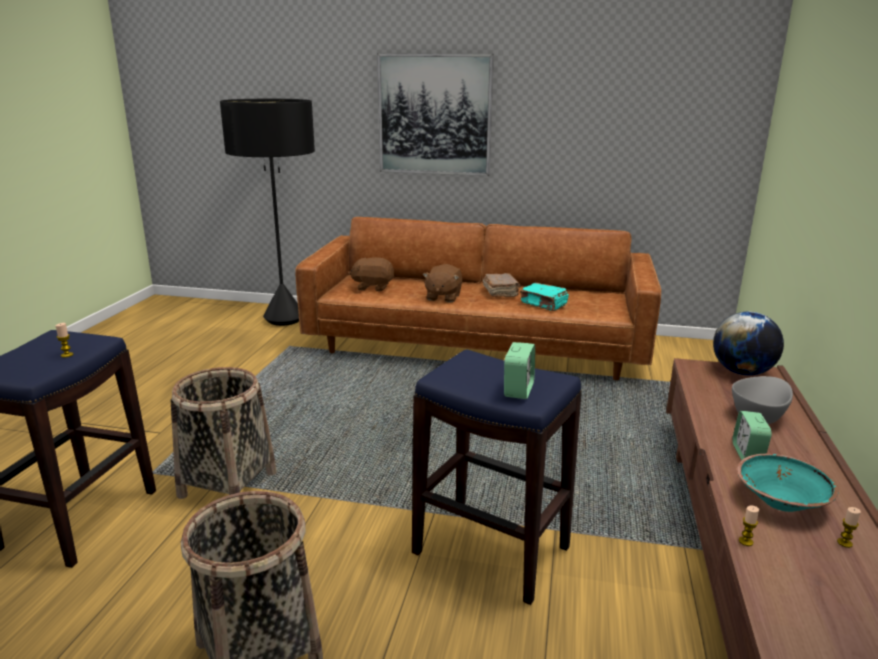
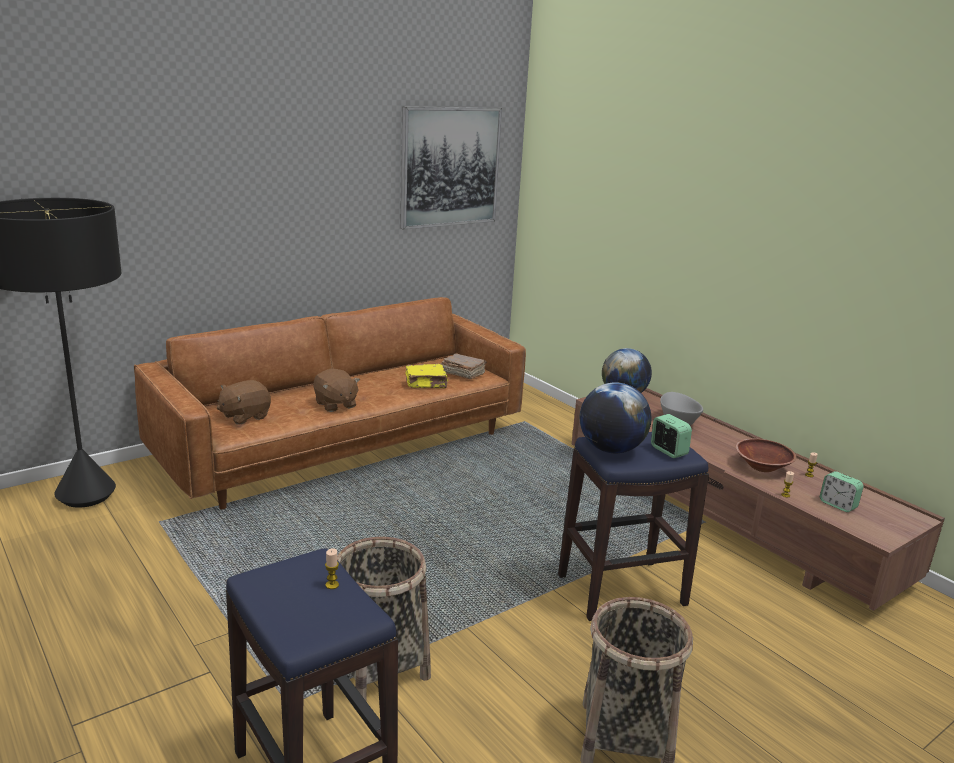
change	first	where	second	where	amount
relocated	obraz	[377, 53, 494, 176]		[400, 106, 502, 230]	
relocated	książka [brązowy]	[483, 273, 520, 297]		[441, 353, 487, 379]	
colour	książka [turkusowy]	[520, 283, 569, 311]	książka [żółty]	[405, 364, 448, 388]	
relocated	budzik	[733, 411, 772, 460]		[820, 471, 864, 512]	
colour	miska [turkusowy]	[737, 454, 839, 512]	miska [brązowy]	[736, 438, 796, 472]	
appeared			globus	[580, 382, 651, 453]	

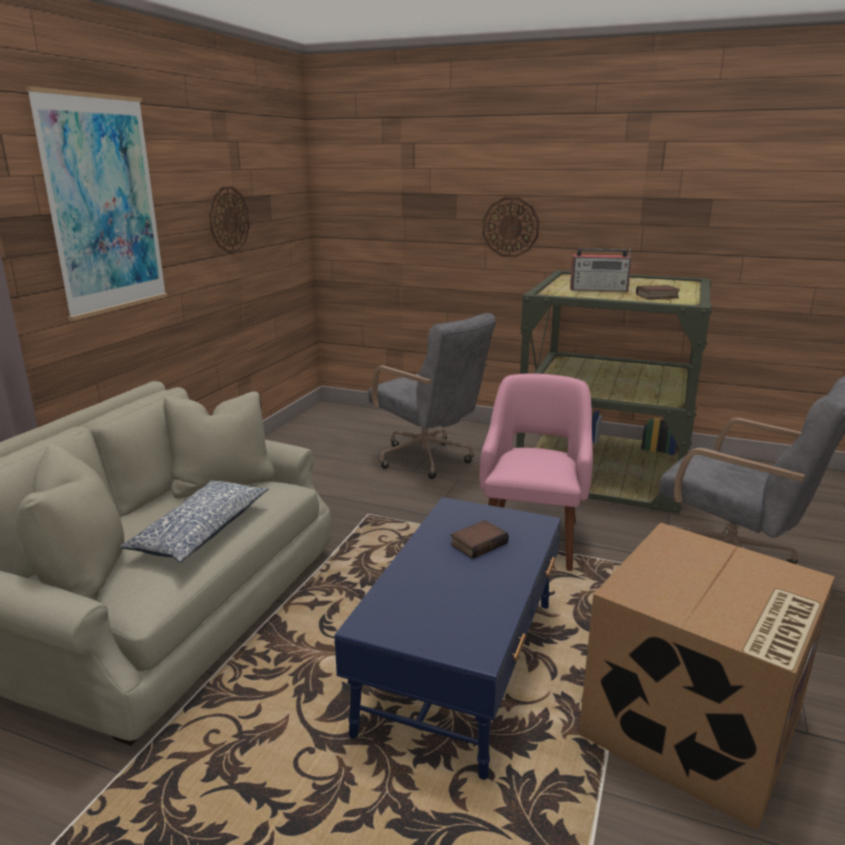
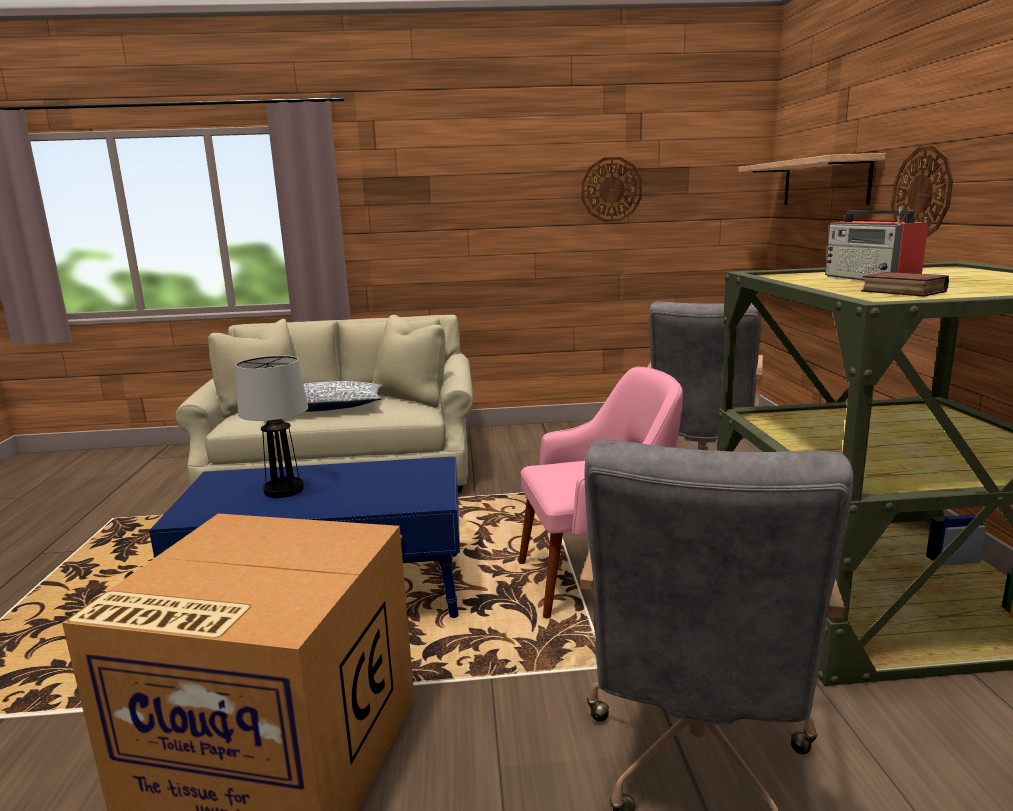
change	first	where	second	where	amount
missing	obraz	[25, 86, 168, 321]			
missing	książka	[450, 520, 509, 559]			
appeared			lampa stołowa	[235, 355, 308, 498]	
appeared			półka	[738, 153, 885, 205]	

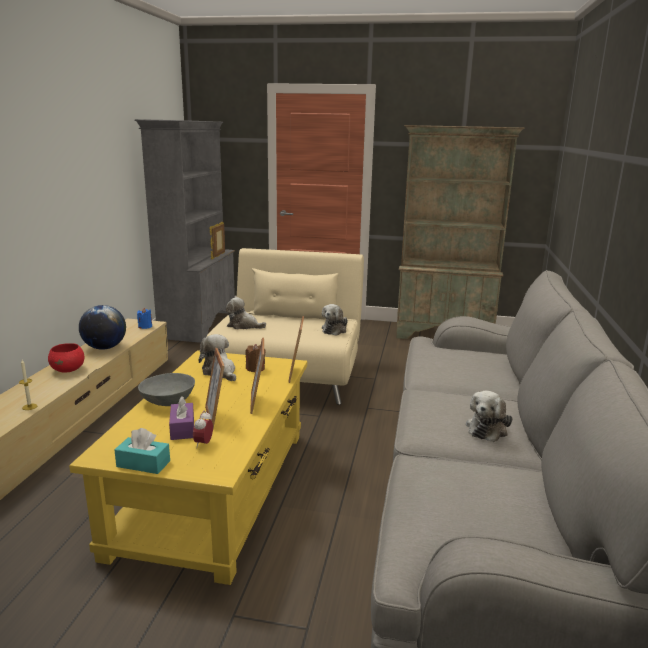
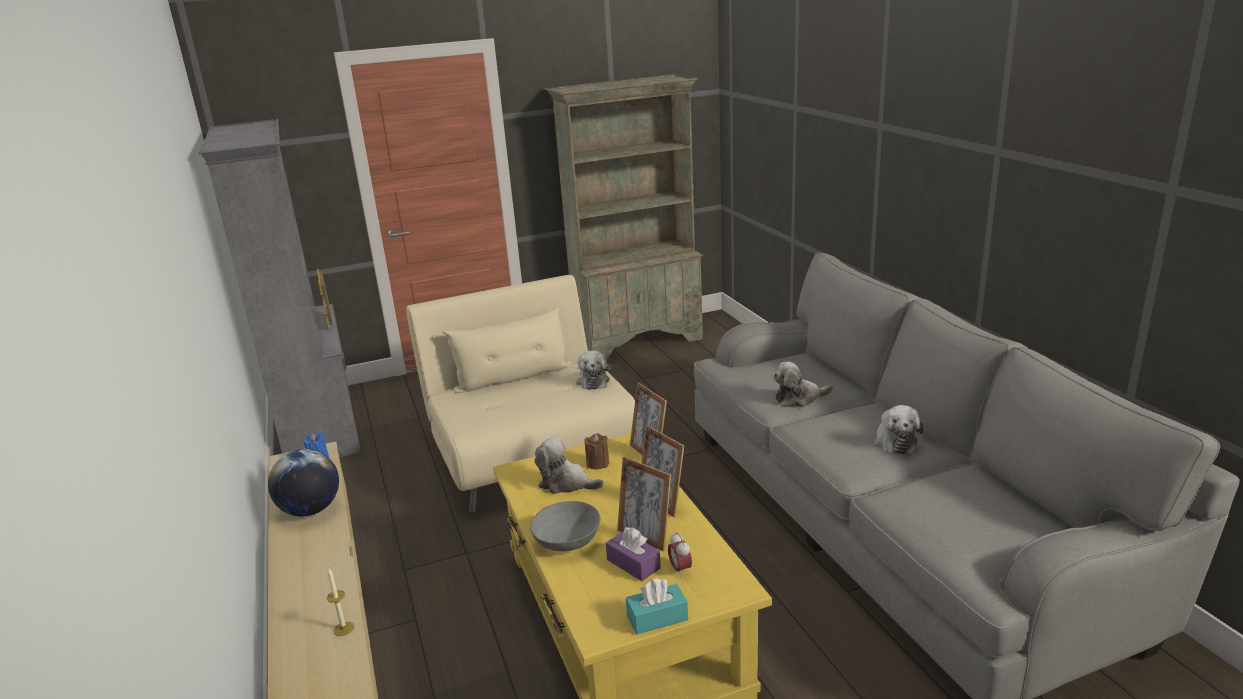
change	first	where	second	where	amount
missing	miska [czerwony]	[48, 343, 84, 373]			
relocated	pluszak	[226, 297, 266, 329]		[773, 362, 833, 407]	

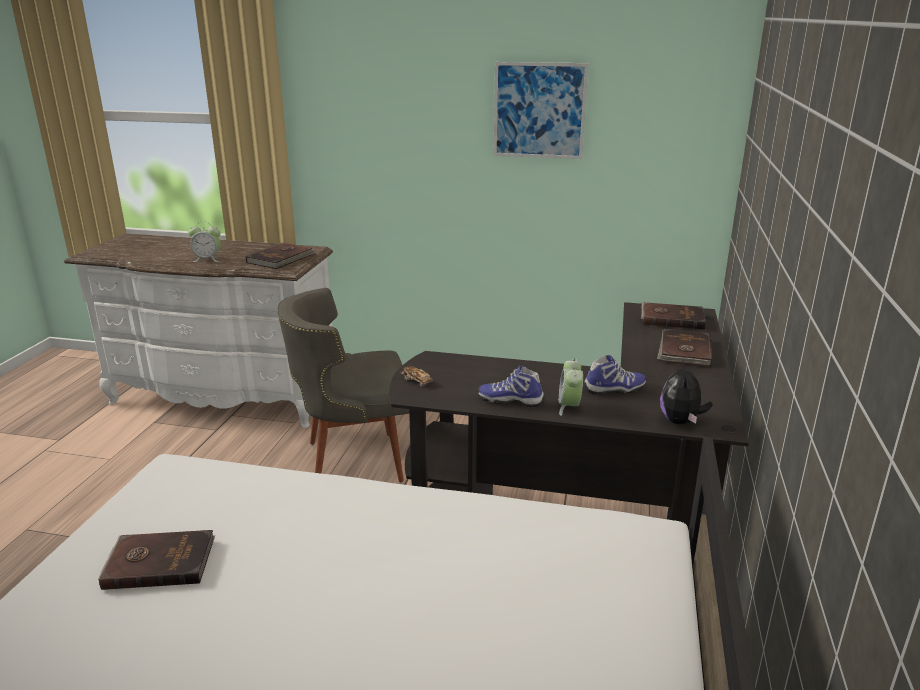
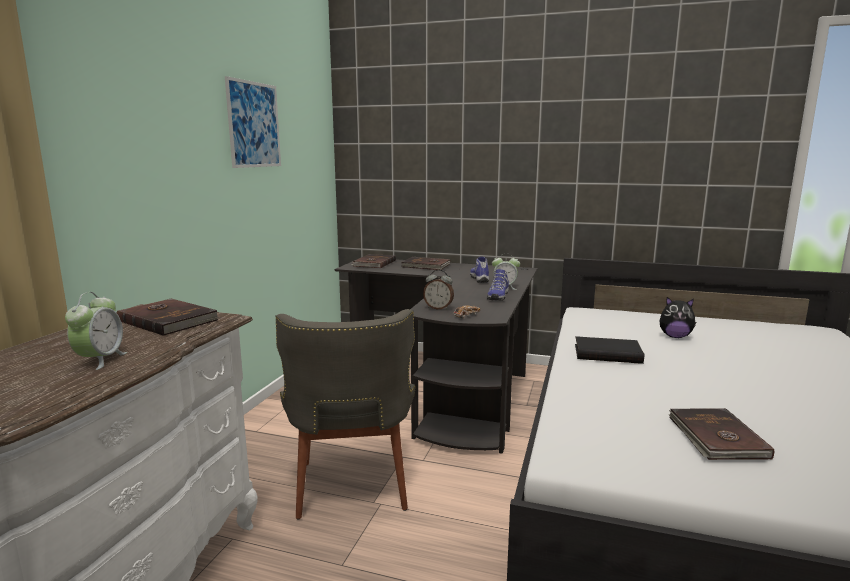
change	first	where	second	where	amount
relocated	pluszak	[660, 361, 713, 424]		[659, 297, 696, 338]	
appeared			budzik	[423, 269, 454, 310]	
appeared			książka [czarny]	[575, 336, 644, 364]	

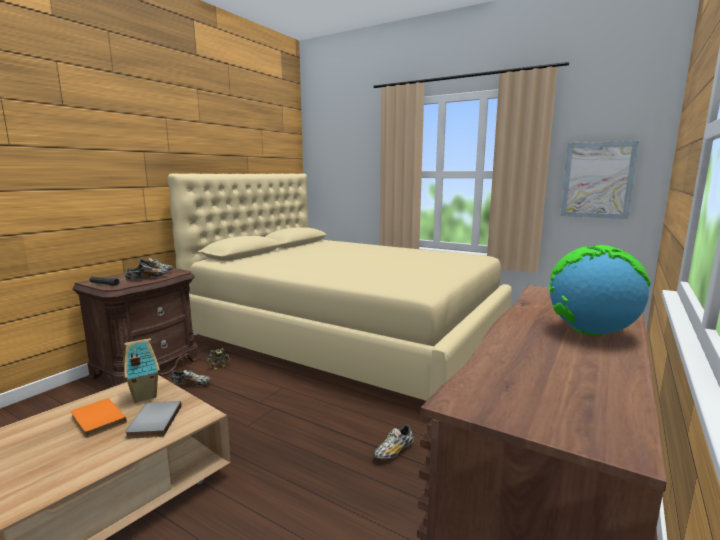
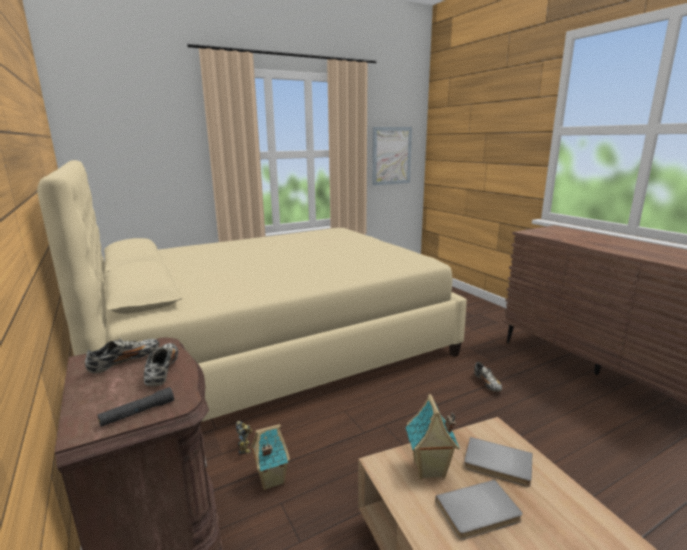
change	first	where	second	where	amount
colour	książka [pomarańczowy]	[71, 398, 127, 438]	książka [szary]	[435, 480, 523, 540]	
exchanged	but	[171, 370, 211, 386]	domek	[250, 424, 290, 490]	
missing	globus	[548, 245, 650, 336]			

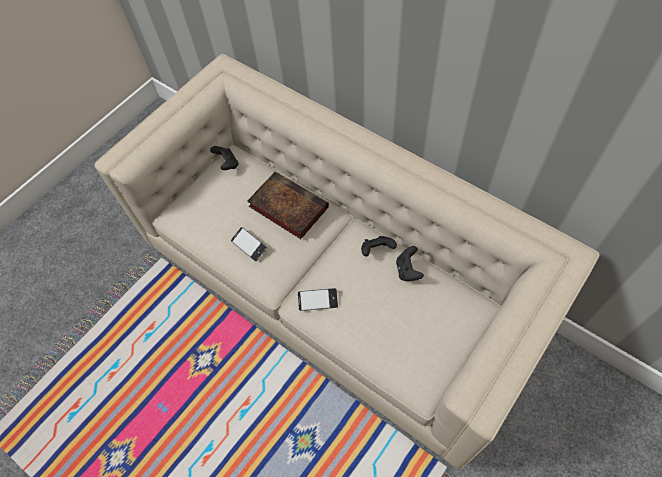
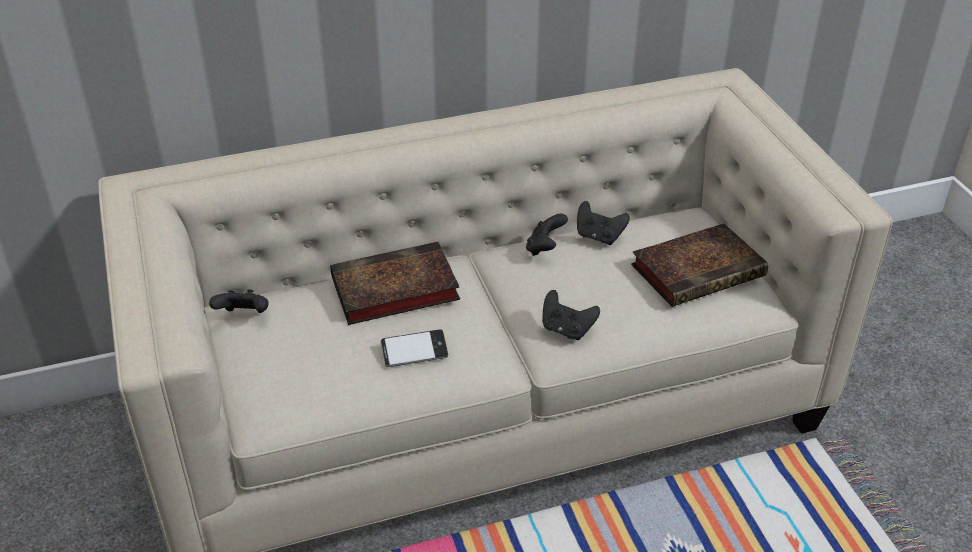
change	first	where	second	where	amount
exchanged	telefon	[298, 288, 338, 311]	pad do gier [czarny]	[542, 290, 600, 340]	
appeared			książka	[631, 224, 768, 307]	

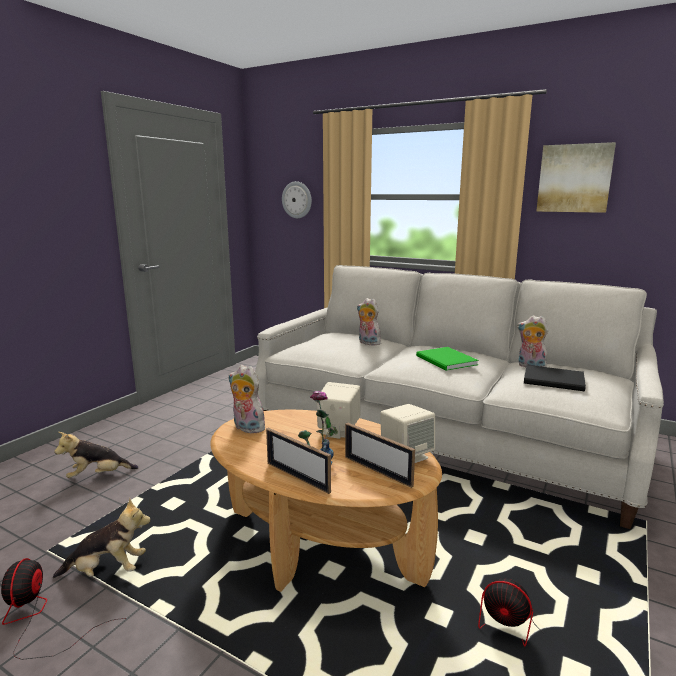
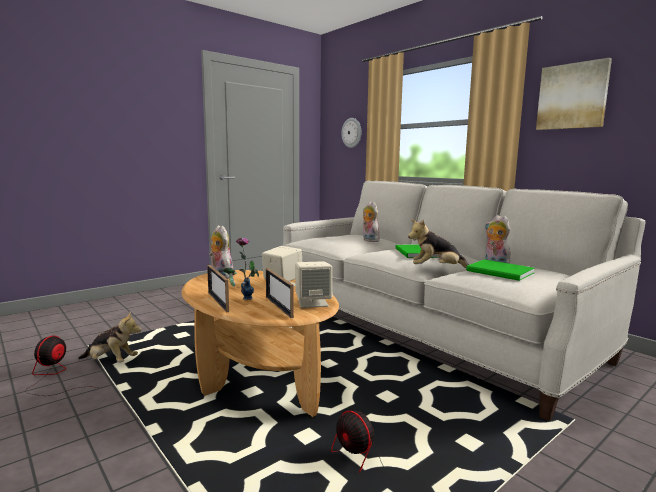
change	first	where	second	where	amount
relocated	pluszak	[54, 432, 138, 478]		[408, 219, 469, 268]	
colour	książka [czarny]	[524, 365, 586, 391]	książka [zielony]	[466, 259, 535, 281]	

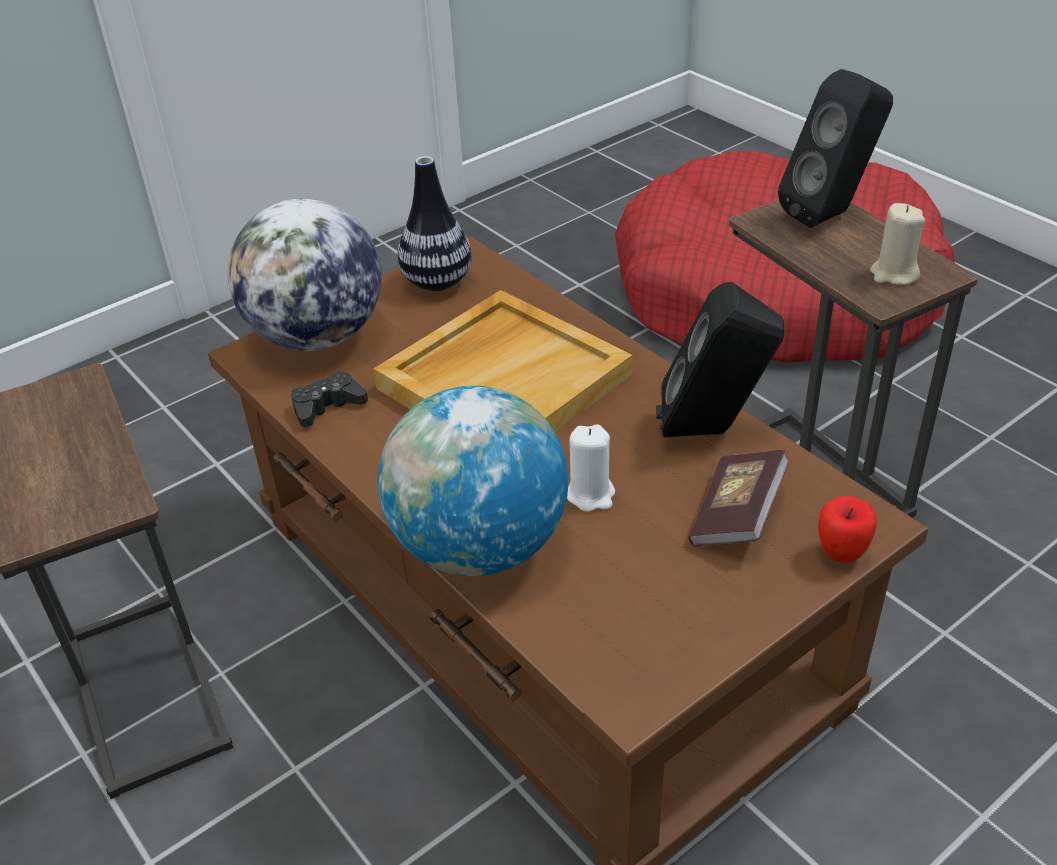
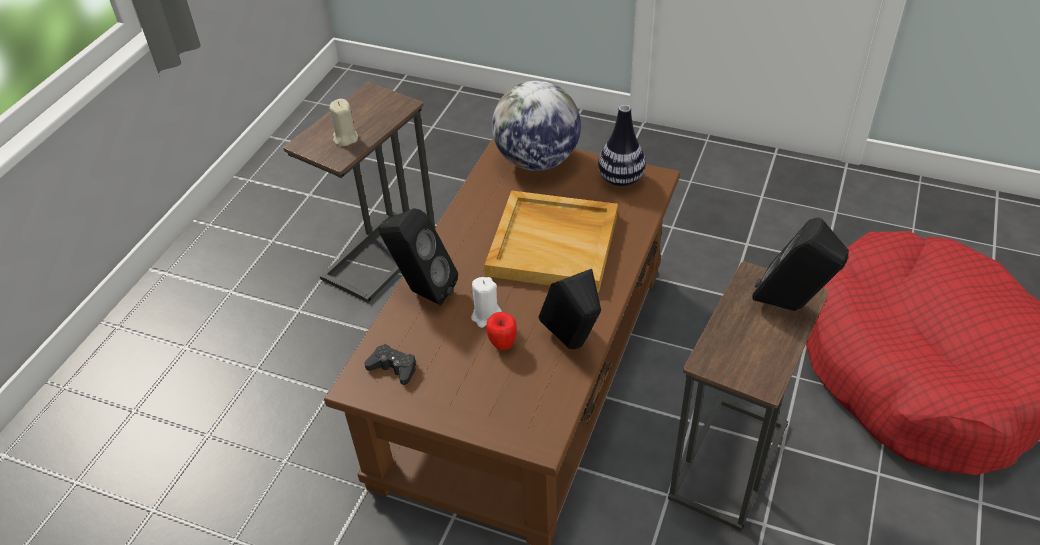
change	first	where	second	where	amount
relocated	pad do gier [czarny]	[291, 371, 368, 427]		[364, 344, 416, 385]	
exchanged	globus	[378, 386, 569, 576]	głośnik [czarny]	[379, 208, 458, 306]	
missing	książka	[688, 450, 789, 546]			
relocated	jabłko	[818, 496, 877, 563]		[486, 312, 517, 350]	
relocated	świeca [beżowy]	[870, 203, 925, 285]		[329, 99, 358, 146]	

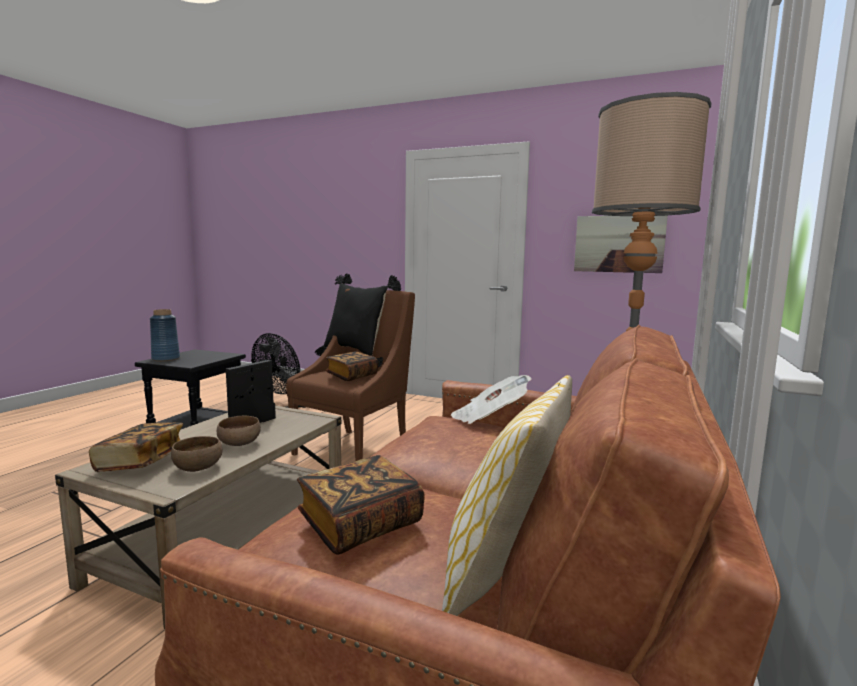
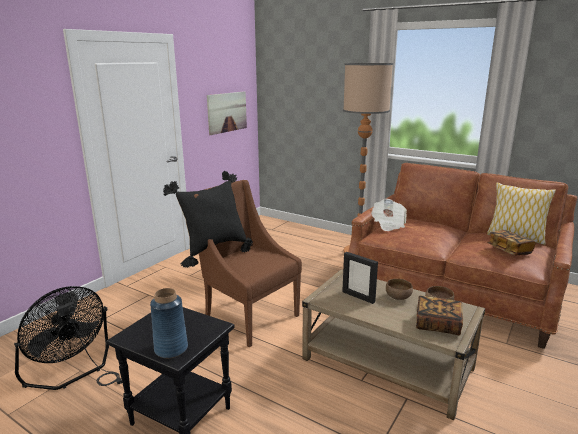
change	first	where	second	where	amount
missing	książka	[326, 352, 378, 381]			

